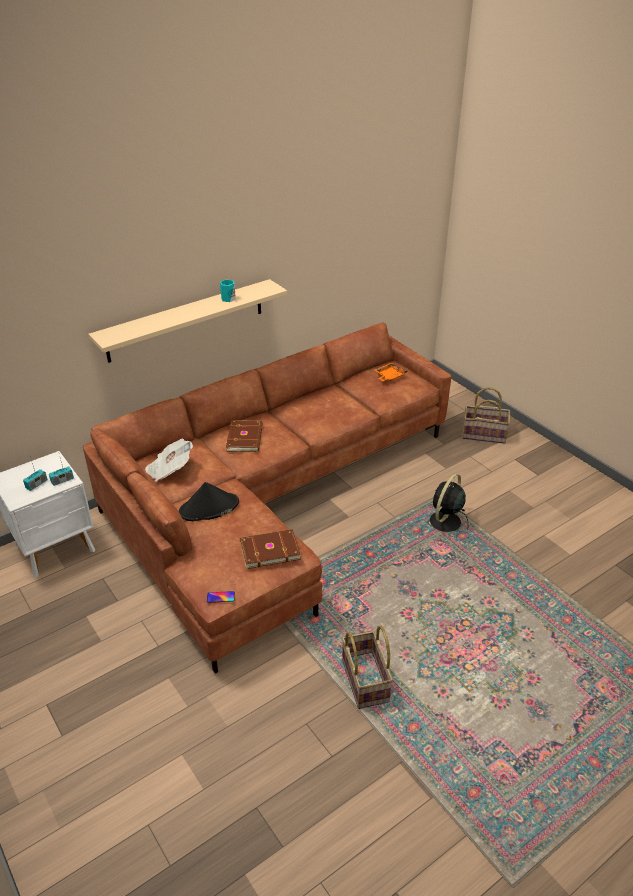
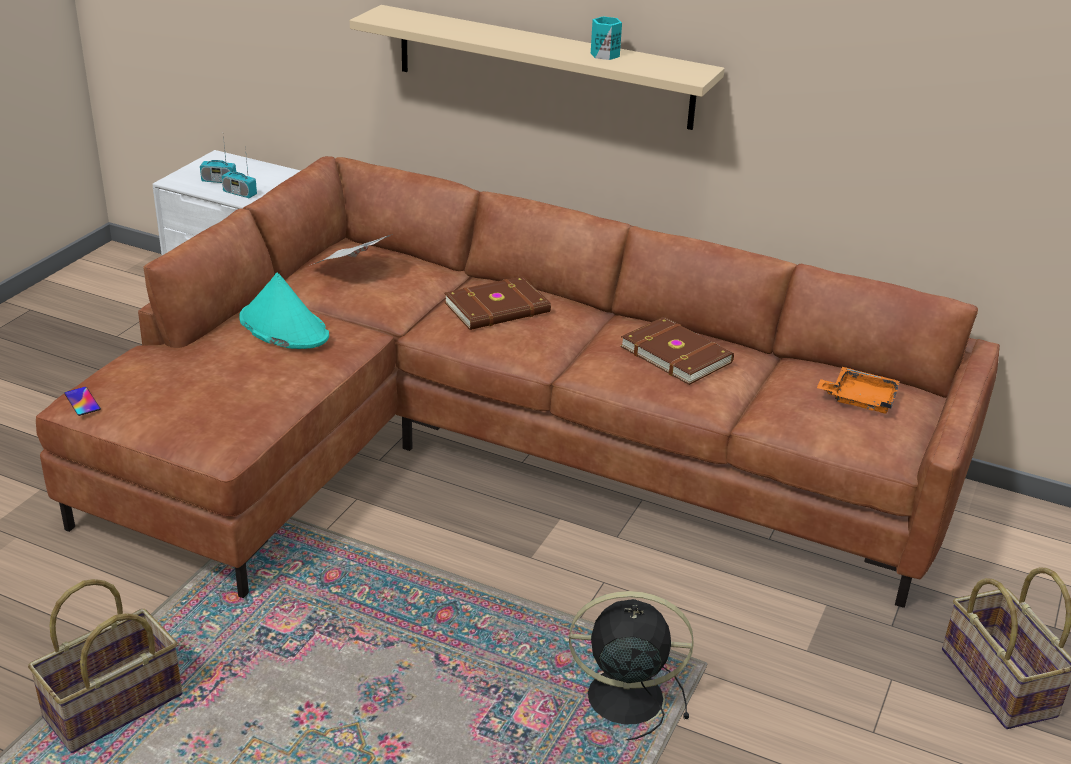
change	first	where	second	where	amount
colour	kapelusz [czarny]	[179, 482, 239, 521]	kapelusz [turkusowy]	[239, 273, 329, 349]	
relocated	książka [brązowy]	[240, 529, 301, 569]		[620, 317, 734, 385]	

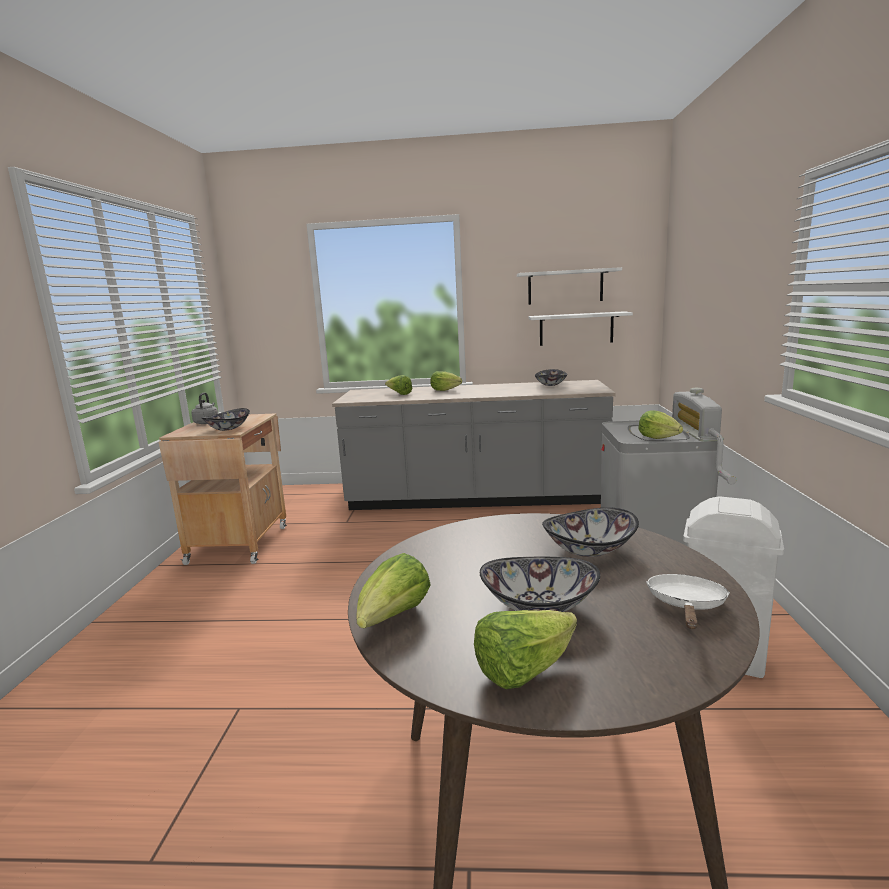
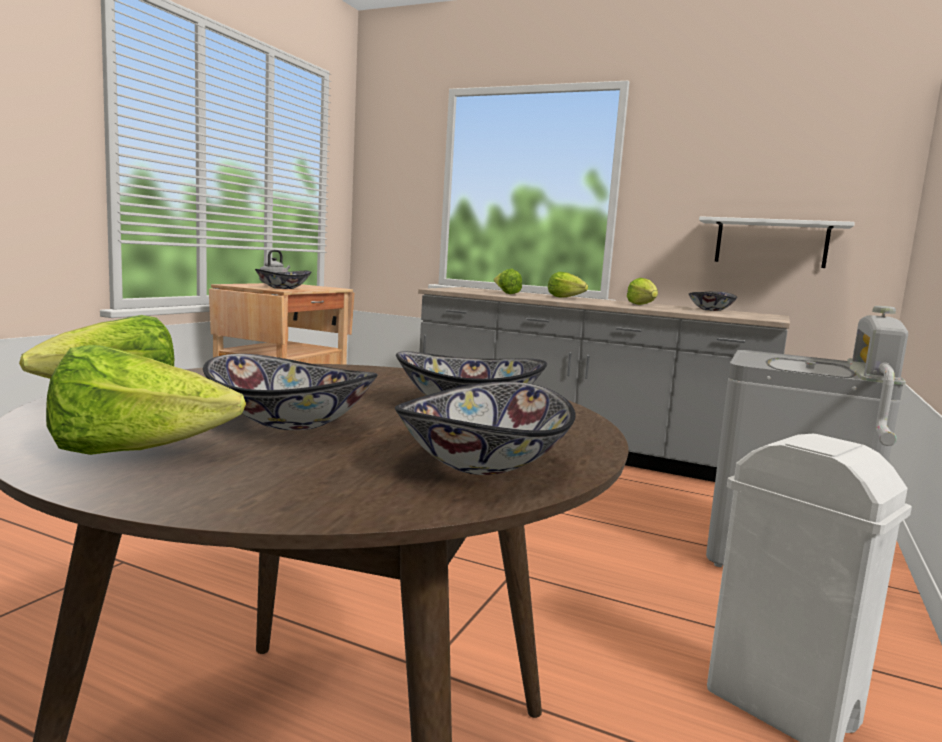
change	first	where	second	where	amount
missing	półka [biały]	[517, 267, 622, 305]			
relocated	sałata	[639, 410, 683, 439]		[627, 278, 658, 305]	
exchanged	patelnia [biały]	[646, 574, 730, 629]	miska	[395, 382, 576, 475]	

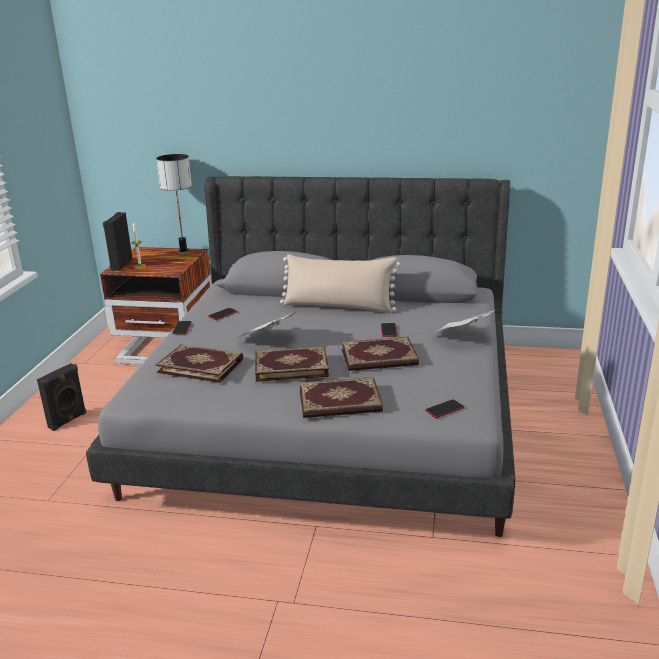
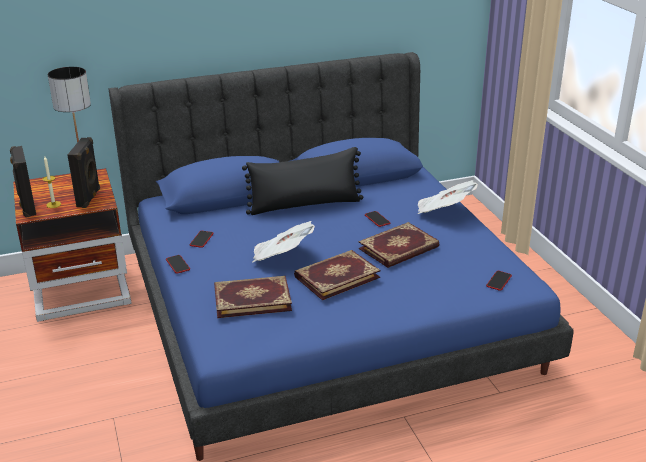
change	first	where	second	where	amount
relocated	głośnik [czarny]	[37, 363, 86, 431]		[68, 137, 100, 208]	
colour	łóżko [szary]	[86, 176, 515, 537]	łóżko [niebieski]	[108, 52, 573, 461]	
colour	poduszka [beżowy]	[280, 254, 401, 313]	poduszka [czarny]	[242, 147, 363, 215]	
missing	książka	[299, 377, 383, 418]			

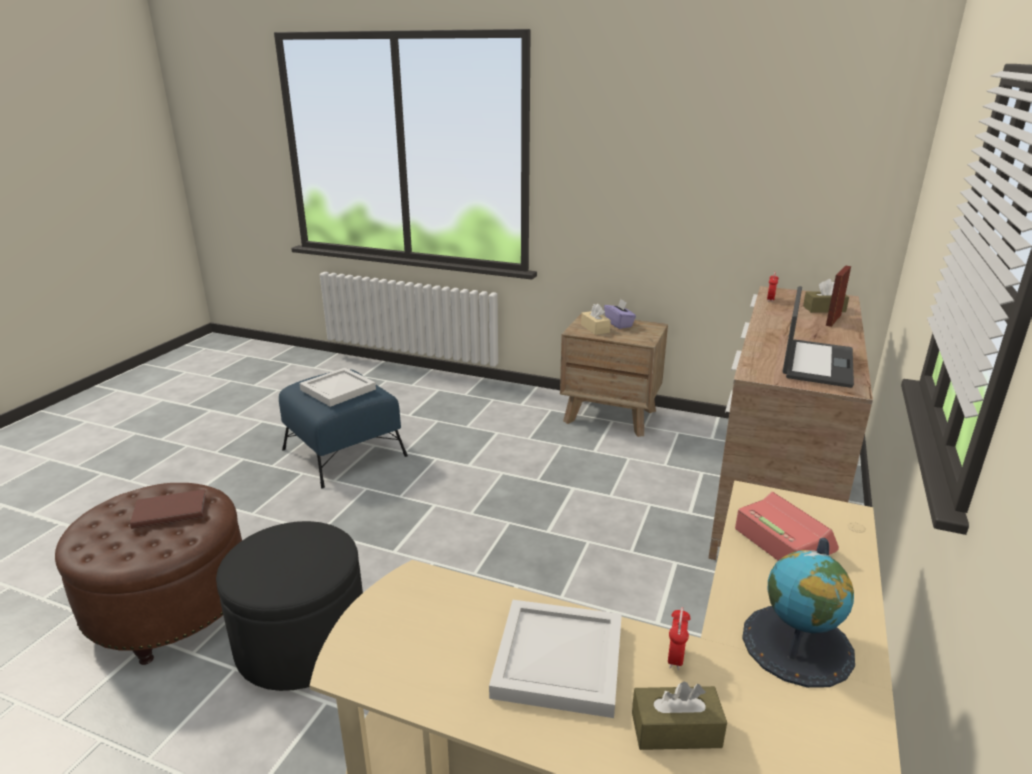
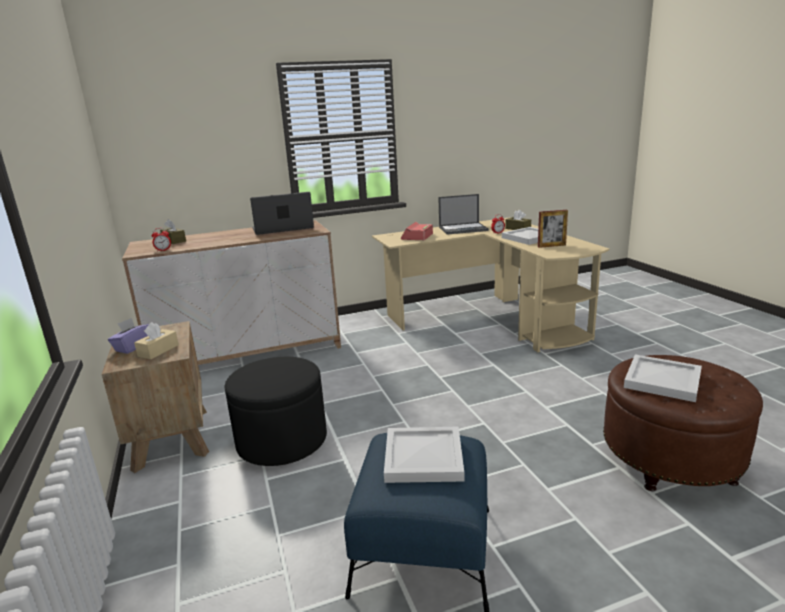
change	first	where	second	where	amount
exchanged	książka [brązowy]	[130, 489, 206, 529]	taca [biały]	[624, 354, 702, 402]	
relocated	pufa [czarny]	[216, 521, 363, 691]		[224, 356, 327, 466]	
exchanged	globus	[742, 538, 855, 688]	laptop	[438, 194, 489, 234]	
relocated	ramka na zdjęcie	[826, 265, 851, 327]		[538, 210, 568, 248]	

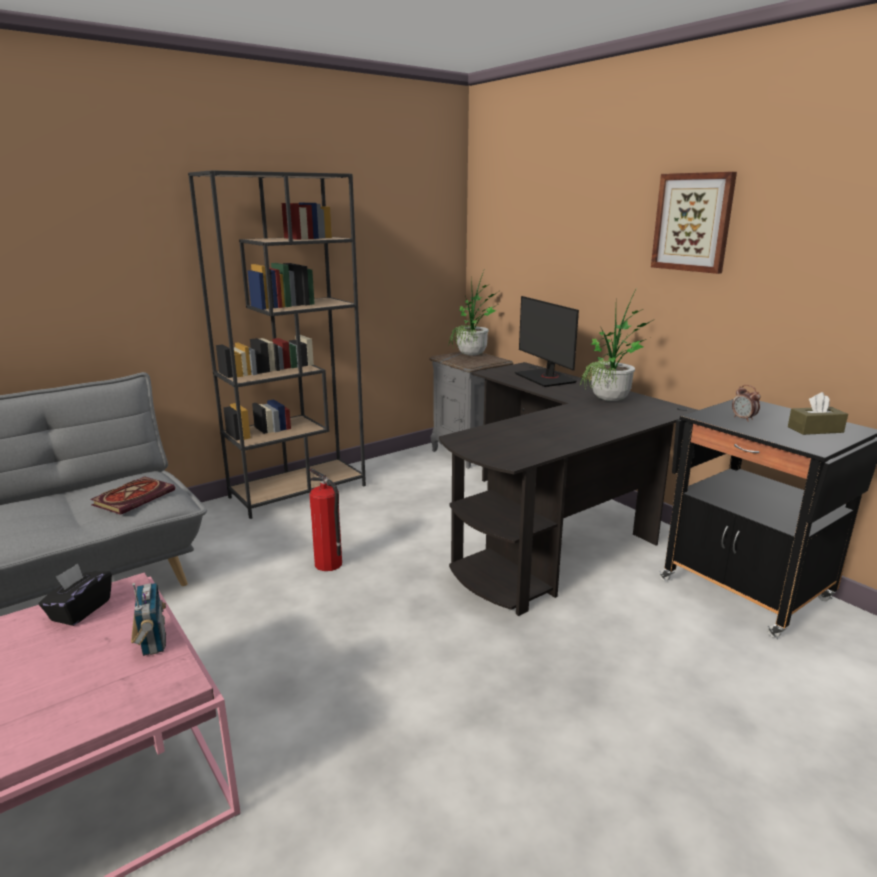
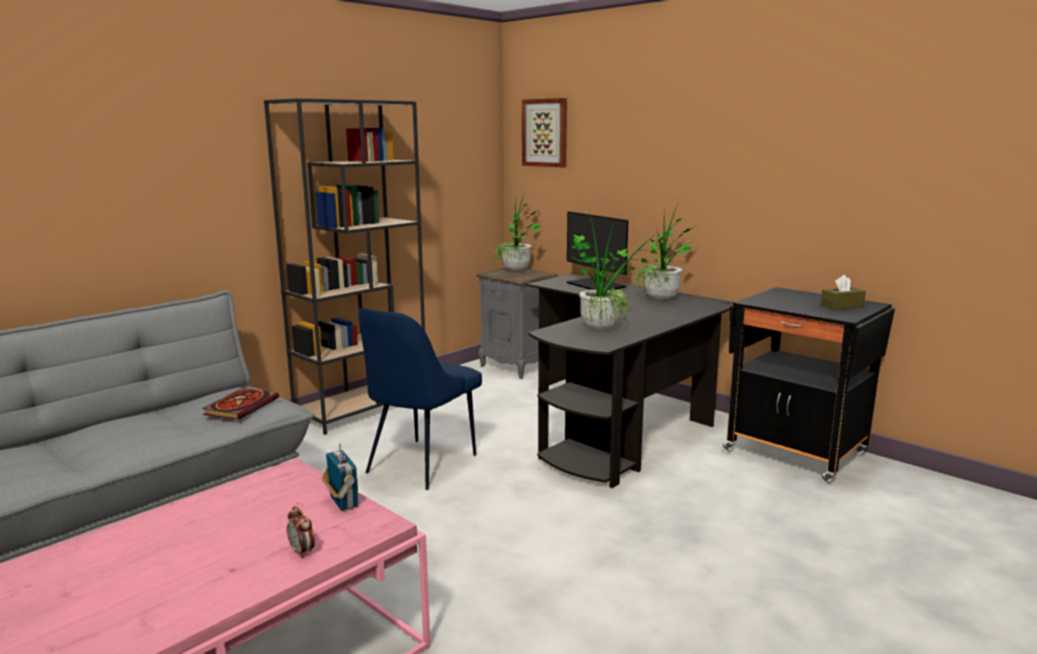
change	first	where	second	where	amount
missing	pudełko chusteczek [czarny]	[39, 563, 112, 626]			
exchanged	gaśnica	[309, 468, 342, 571]	krzesło [niebieski]	[358, 308, 482, 490]	
relocated	obraz	[651, 172, 737, 274]		[522, 98, 567, 167]	
relocated	budzik	[732, 385, 760, 422]		[287, 506, 315, 559]	
appeared			roślina doniczkowa	[571, 211, 657, 330]	

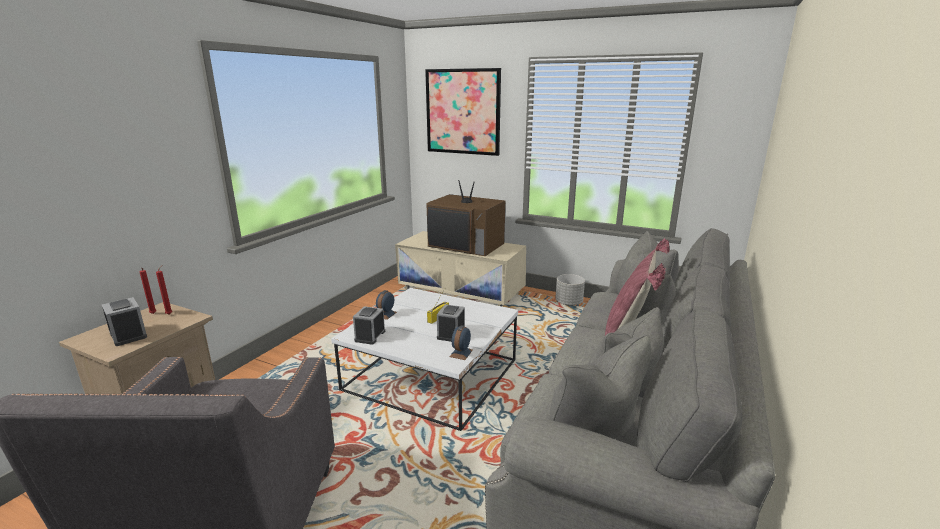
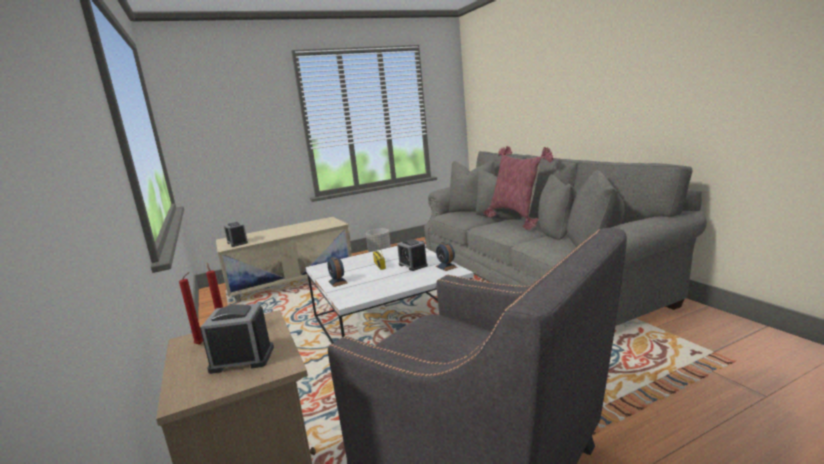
change	first	where	second	where	amount
relocated	budzik	[353, 306, 385, 345]		[224, 222, 248, 247]	
missing	obraz	[425, 68, 501, 156]			
missing	telewizor	[427, 180, 505, 256]			

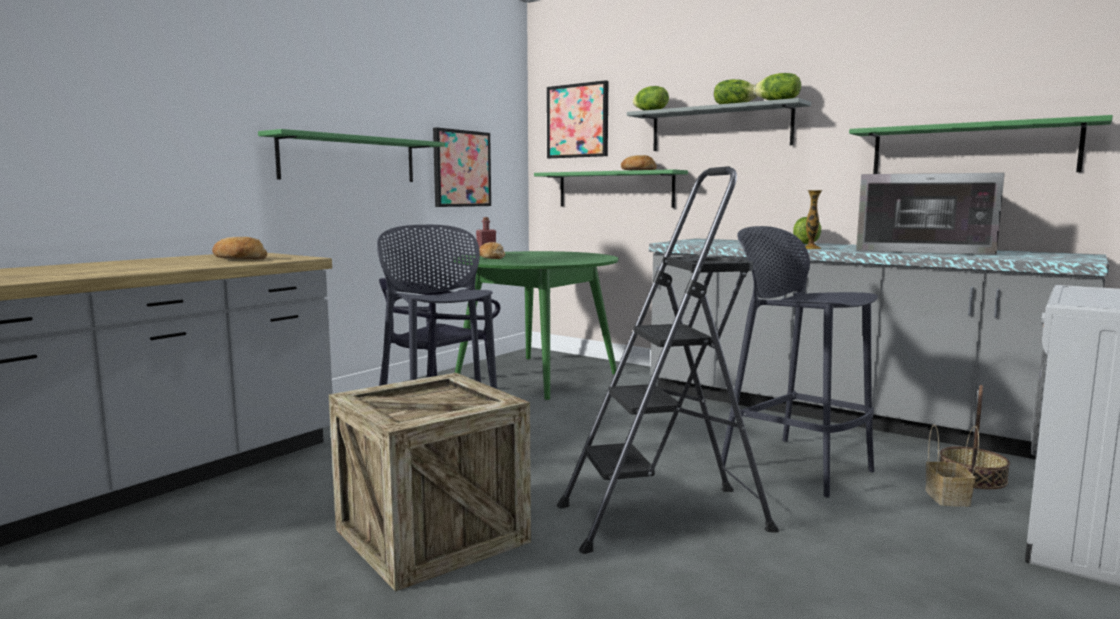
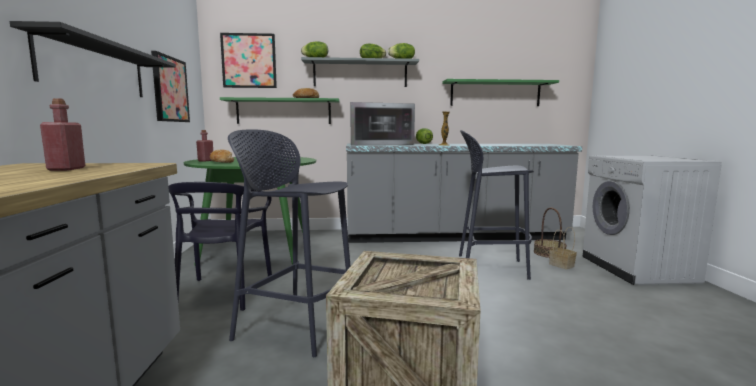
change	first	where	second	where	amount
exchanged	chleb	[212, 237, 267, 259]	butelka [czerwony]	[40, 98, 85, 171]	
colour	półka [zielony]	[258, 129, 445, 182]	półka [czarny]	[10, 21, 176, 97]	
missing	drabinka	[557, 166, 779, 554]			
relocated	mikrofalówka	[856, 173, 1005, 255]		[350, 102, 415, 145]	

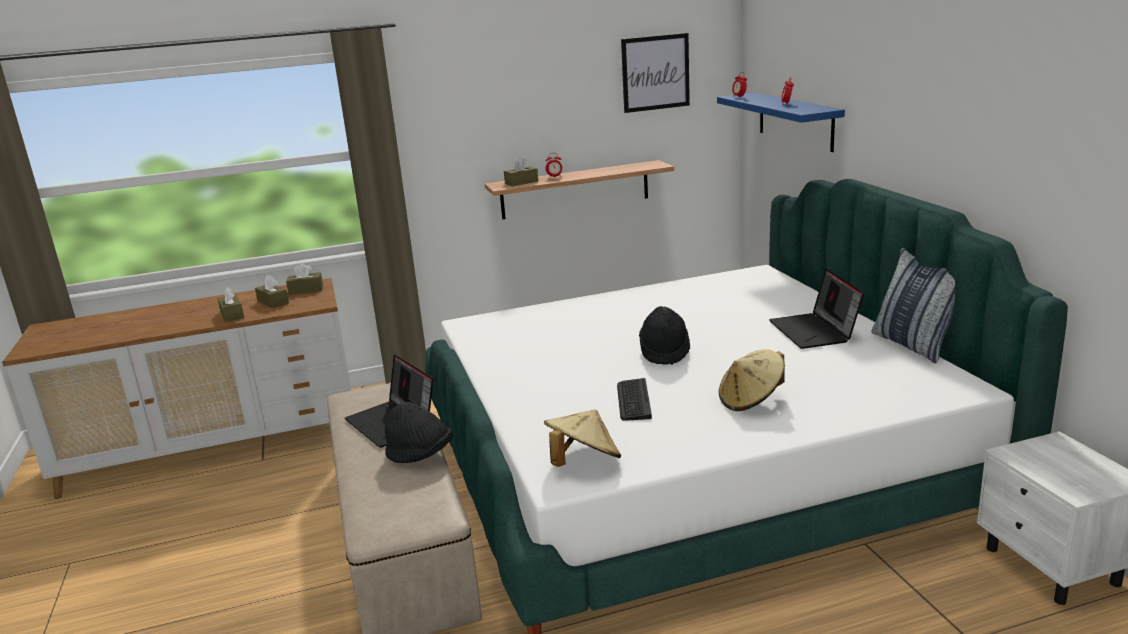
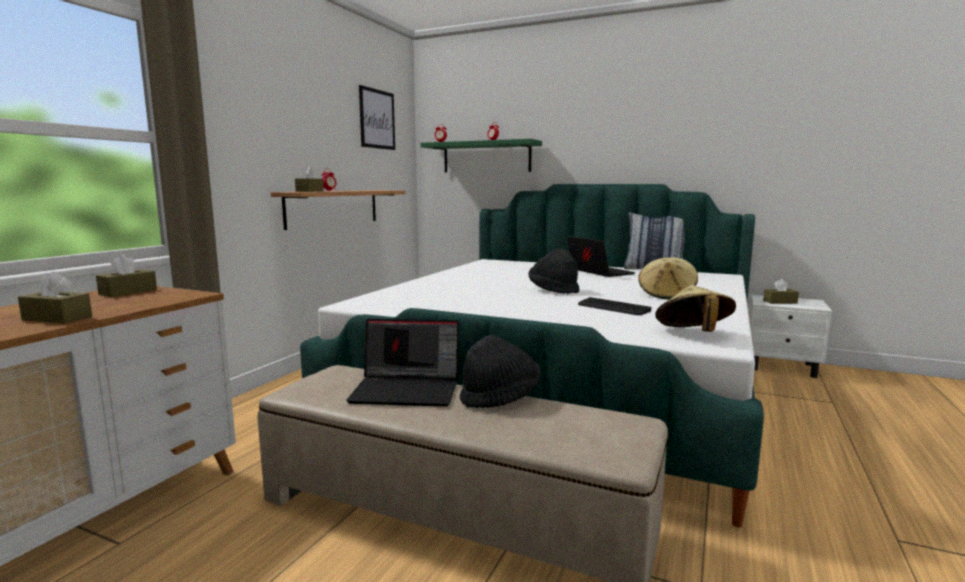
change	first	where	second	where	amount
relocated	pudełko chusteczek [brązowy]	[255, 275, 289, 308]		[763, 279, 799, 304]	
colour	półka [niebieski]	[717, 93, 845, 152]	półka [zielony]	[421, 139, 542, 173]	
spun	laptop	[769, 269, 864, 349]		[567, 236, 635, 277]	150 degrees counterclockwise

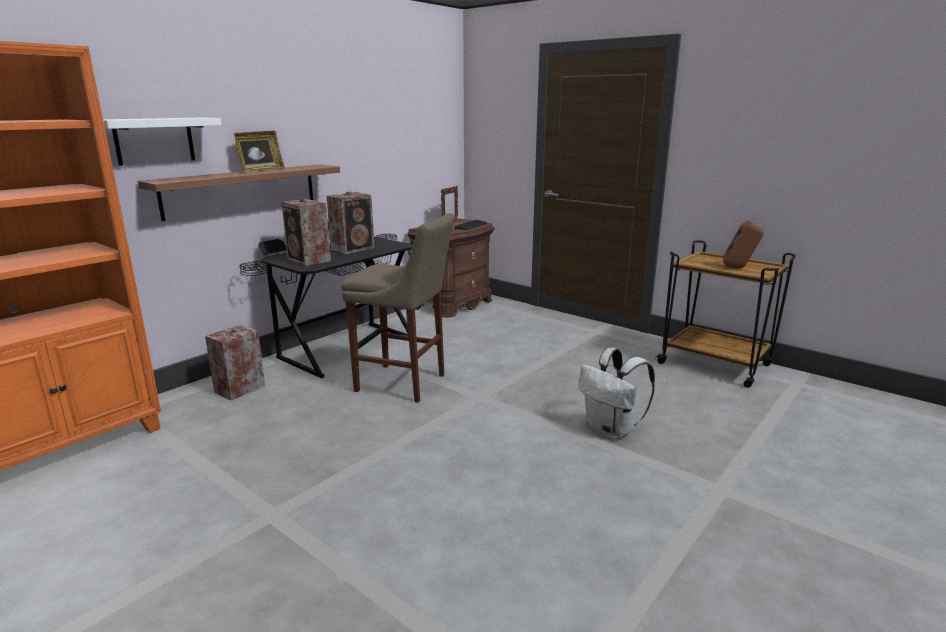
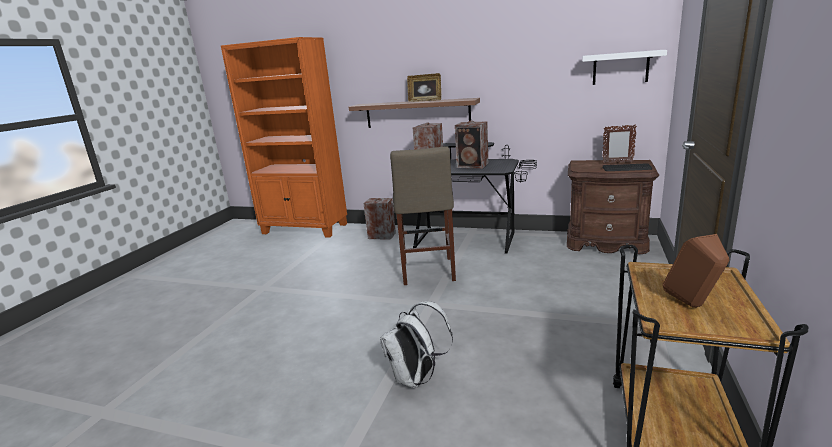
change	first	where	second	where	amount
relocated	półka [biały]	[103, 118, 222, 166]		[582, 50, 667, 85]	

